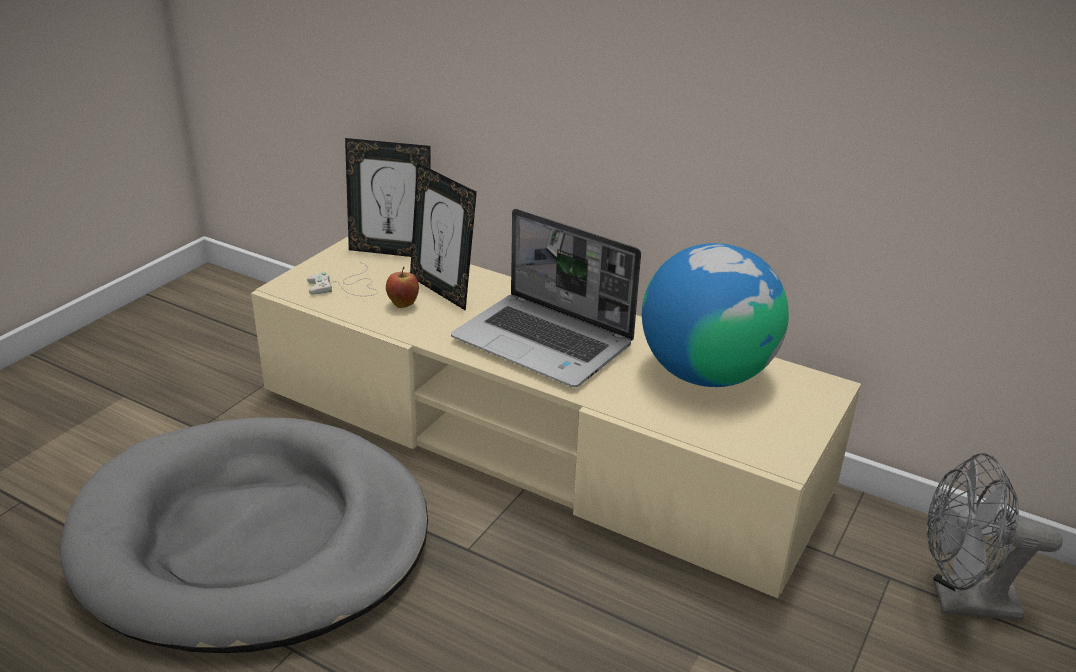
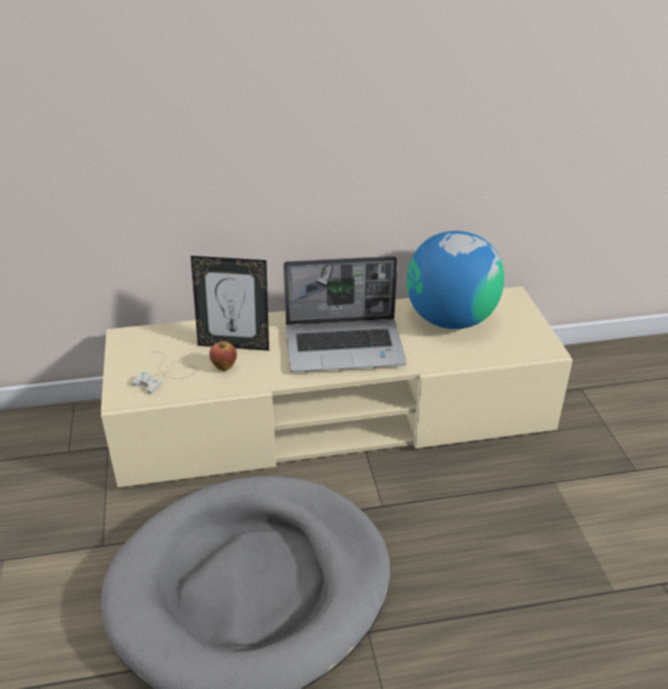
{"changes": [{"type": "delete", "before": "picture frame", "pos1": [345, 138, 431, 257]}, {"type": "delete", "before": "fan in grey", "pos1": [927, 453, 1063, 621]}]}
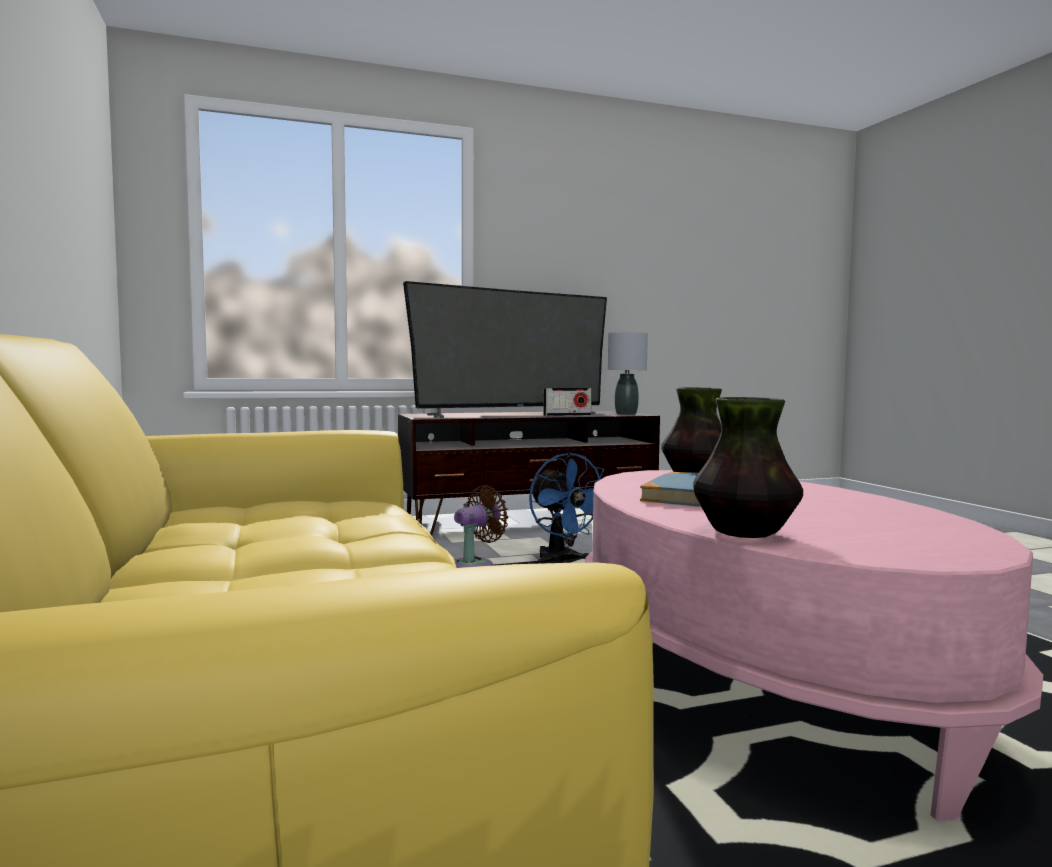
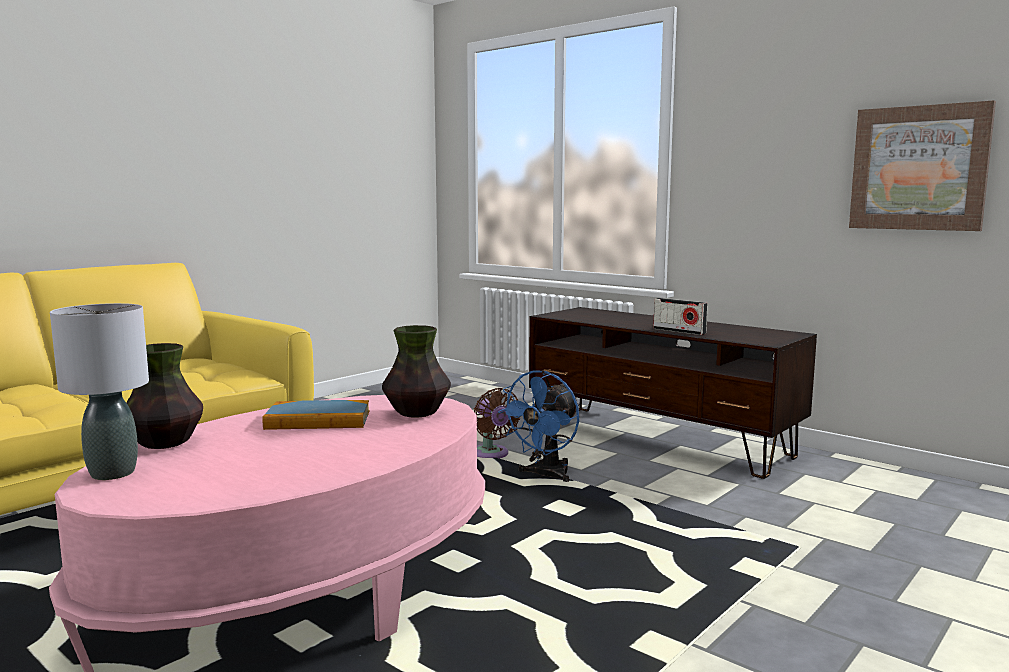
{"changes": [{"type": "delete", "before": "television", "pos1": [403, 281, 607, 418]}, {"type": "move", "before": "table lamp in grey", "pos1": [608, 332, 648, 415], "pos2": [50, 303, 149, 480]}, {"type": "rotate", "before": "fan in brown", "pos1": [454, 485, 509, 568], "pos2": [474, 388, 520, 459], "turn": 45}, {"type": "insert", "after": "picture", "pos2": [849, 100, 996, 231]}]}
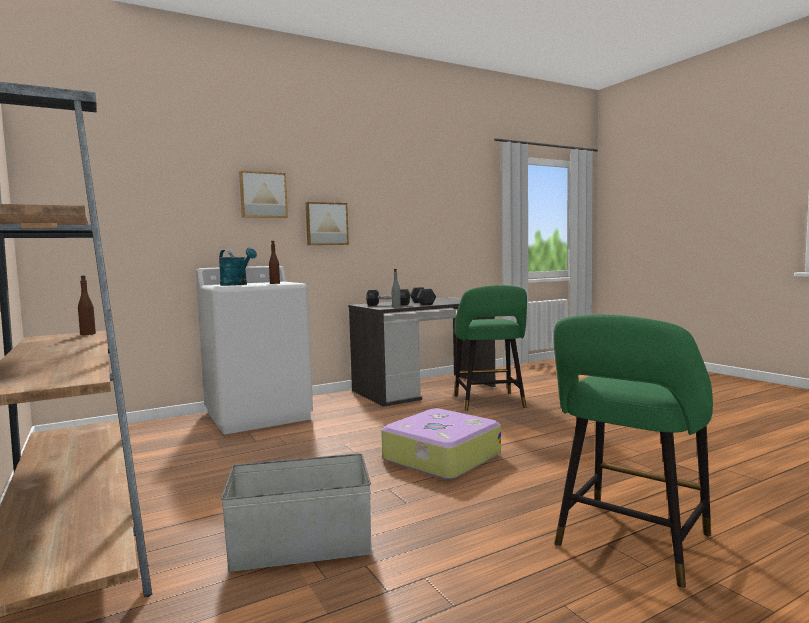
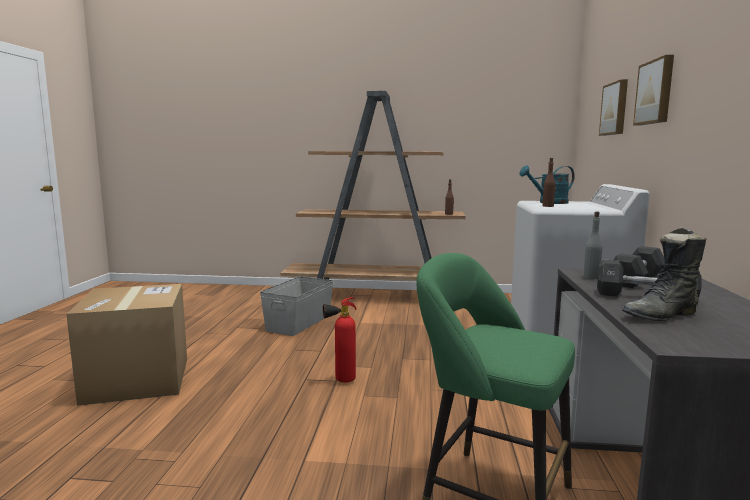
{"changes": [{"type": "move", "before": "picture", "pos1": [305, 202, 349, 245], "pos2": [599, 79, 628, 136]}, {"type": "replace", "before": "stool in green", "after": "cardboard box", "pos1": [553, 315, 713, 589], "pos2": [66, 284, 187, 406]}, {"type": "replace", "before": "suitcase", "after": "fire extinguisher", "pos1": [381, 408, 501, 480], "pos2": [323, 297, 356, 383]}, {"type": "insert", "after": "boot in black", "pos2": [622, 227, 707, 321]}]}
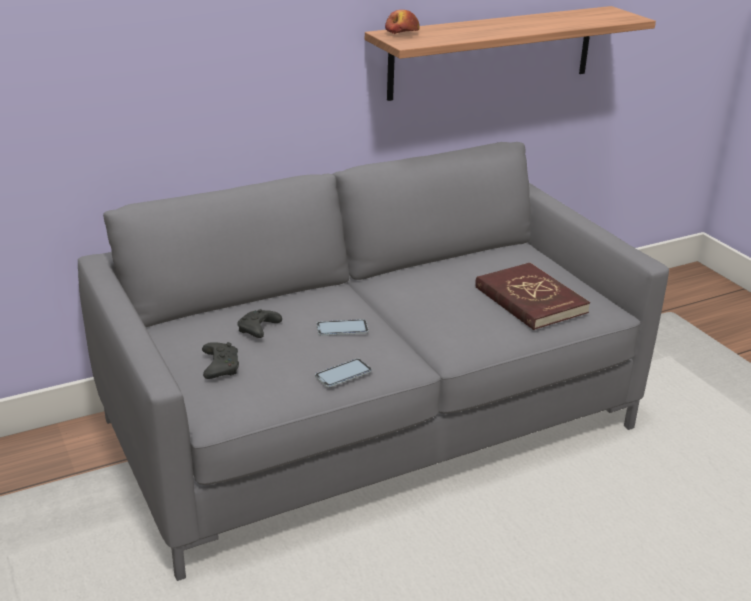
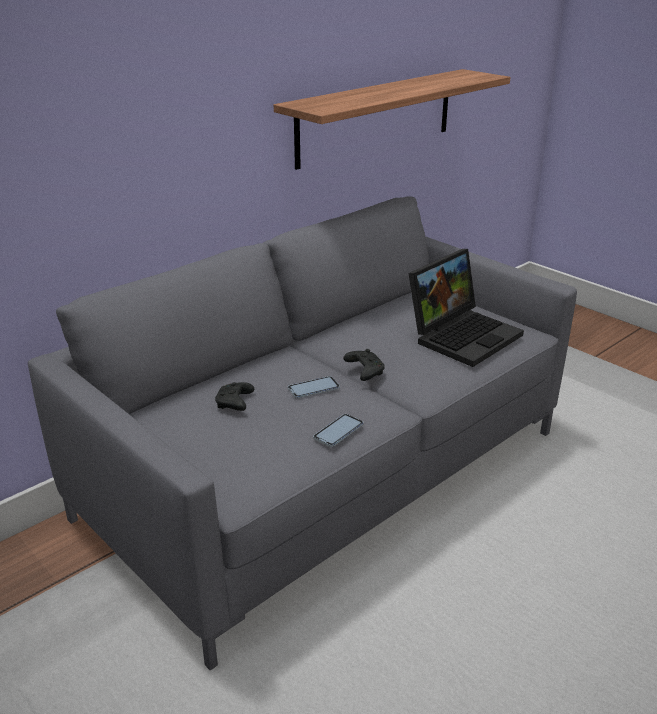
{"changes": [{"type": "delete", "before": "apple", "pos1": [385, 10, 420, 34]}, {"type": "replace", "before": "book in red", "after": "laptop", "pos1": [475, 263, 590, 330], "pos2": [408, 249, 524, 367]}, {"type": "move", "before": "game controller in black", "pos1": [202, 342, 239, 379], "pos2": [343, 349, 385, 381]}]}
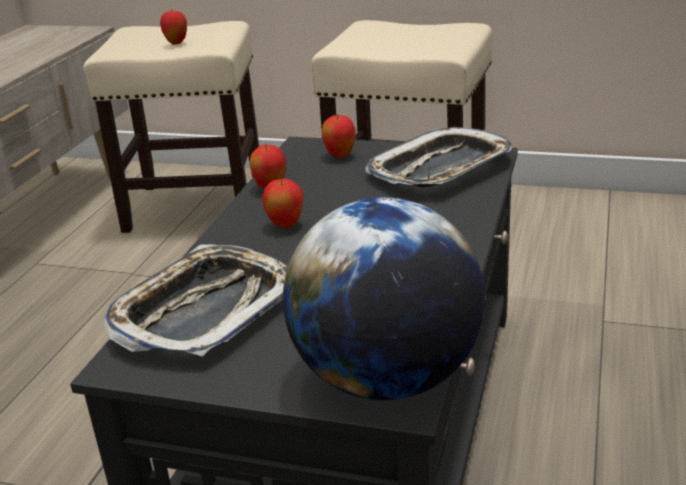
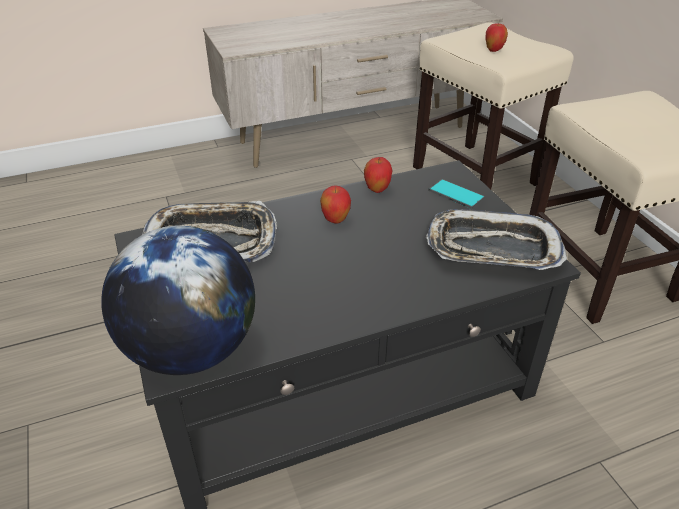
{"changes": [{"type": "replace", "before": "apple", "after": "phone", "pos1": [321, 114, 356, 158], "pos2": [428, 179, 485, 209]}]}
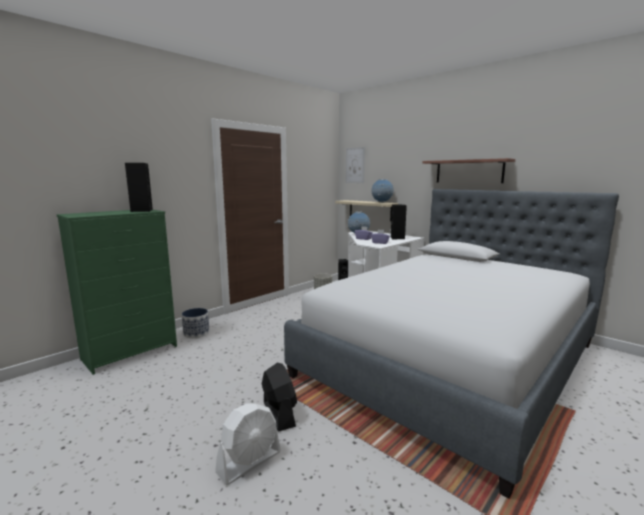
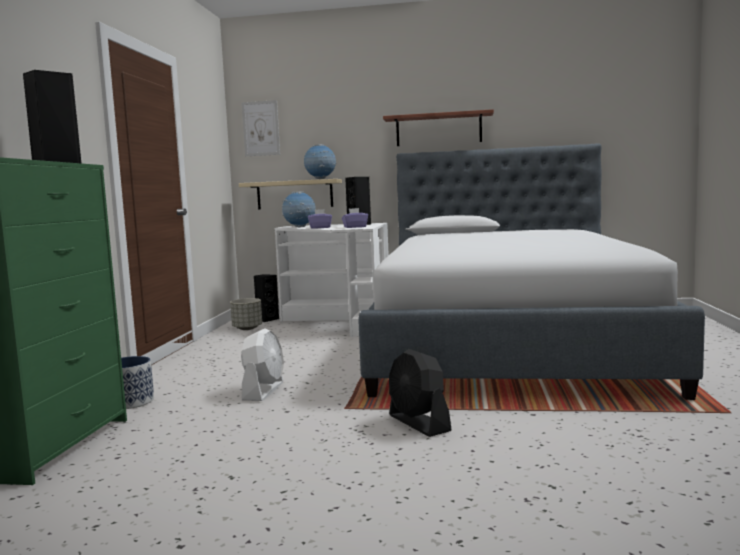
{"changes": [{"type": "rotate", "before": "fan in black", "pos1": [262, 363, 297, 432], "pos2": [389, 349, 452, 437], "turn": -150}, {"type": "move", "before": "fan in white", "pos1": [215, 403, 281, 485], "pos2": [241, 328, 284, 401]}]}
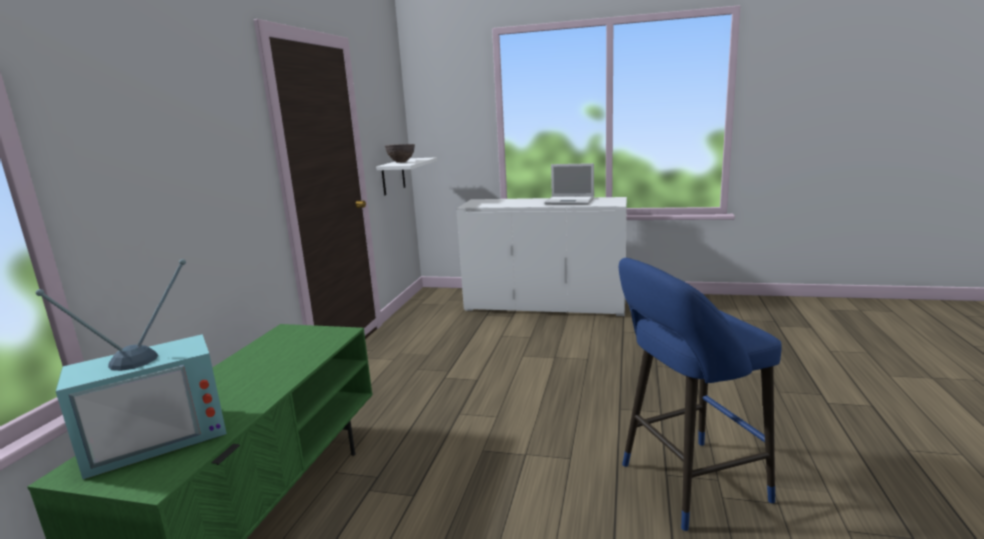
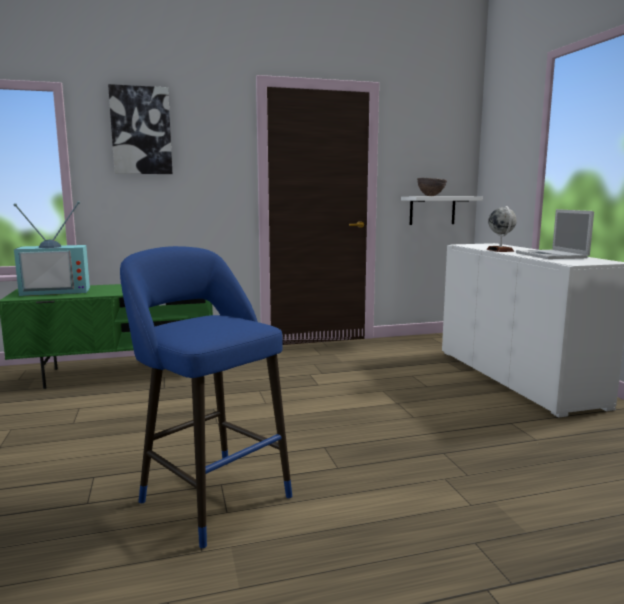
{"changes": [{"type": "rotate", "before": "television", "pos1": [35, 259, 227, 479], "pos2": [14, 201, 90, 296], "turn": -45}, {"type": "insert", "after": "picture", "pos2": [108, 84, 172, 174]}, {"type": "insert", "after": "globe", "pos2": [487, 206, 517, 252]}]}
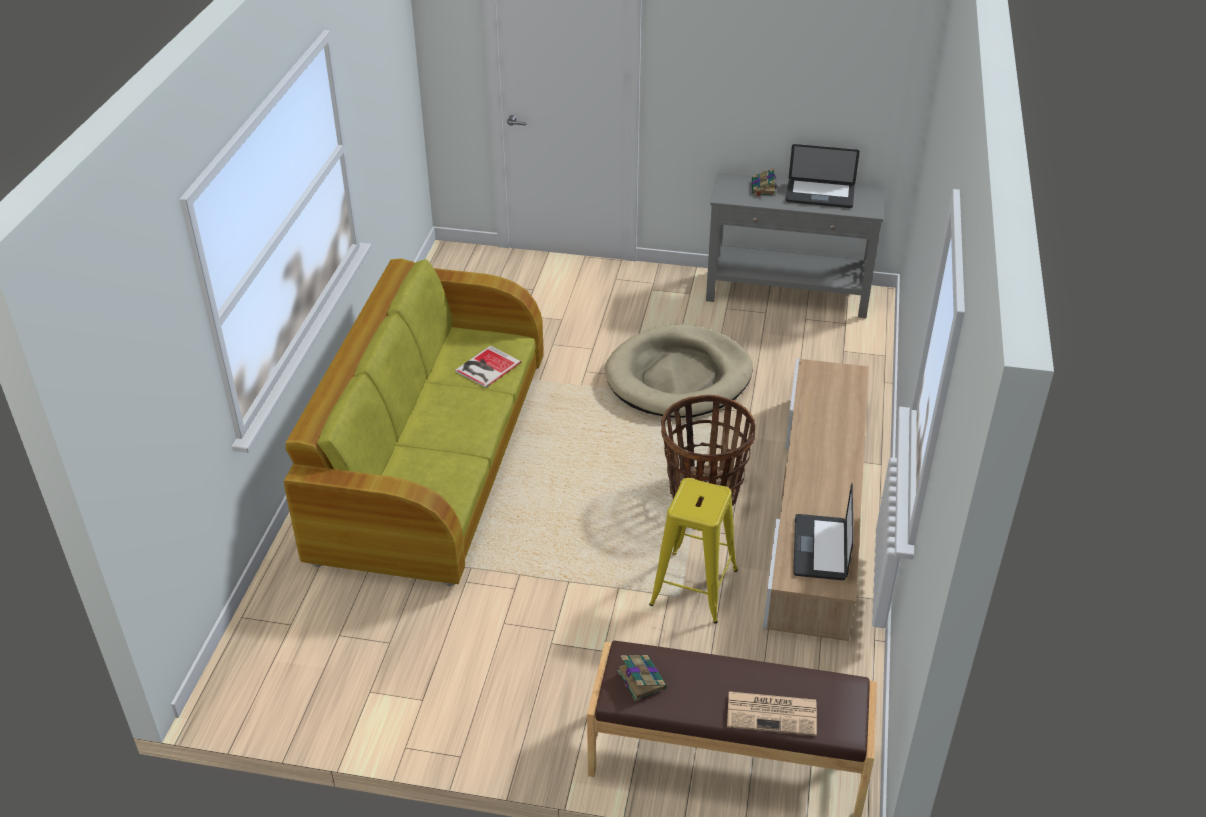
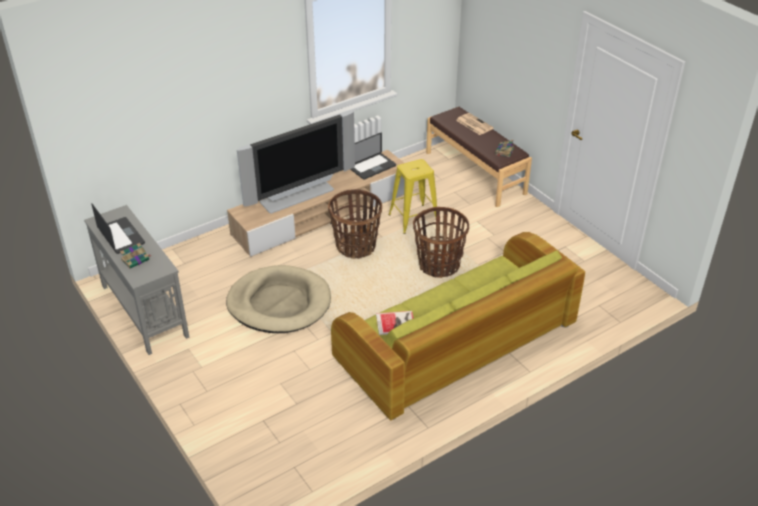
{"changes": [{"type": "insert", "after": "television", "pos2": [237, 111, 355, 214]}, {"type": "insert", "after": "basket", "pos2": [413, 207, 469, 278]}]}
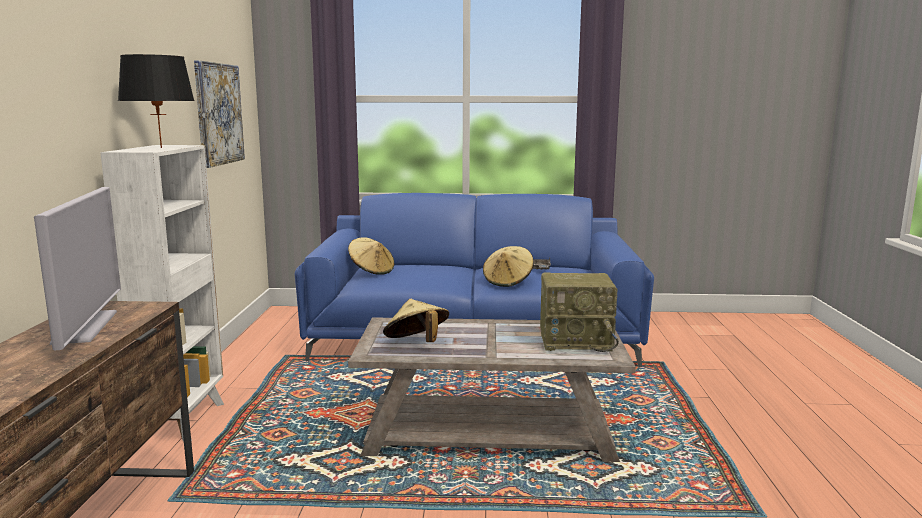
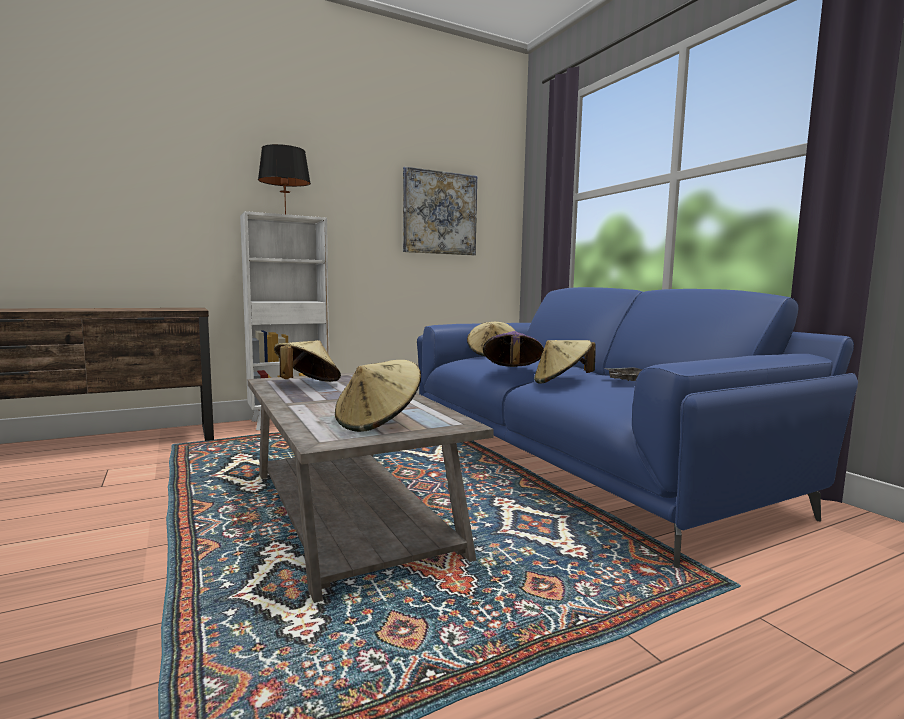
{"changes": [{"type": "delete", "before": "television", "pos1": [34, 187, 121, 350]}, {"type": "replace", "before": "radio", "after": "hat in beige", "pos1": [540, 273, 619, 352], "pos2": [335, 360, 421, 432]}, {"type": "insert", "after": "hat in purple", "pos2": [483, 331, 544, 367]}]}
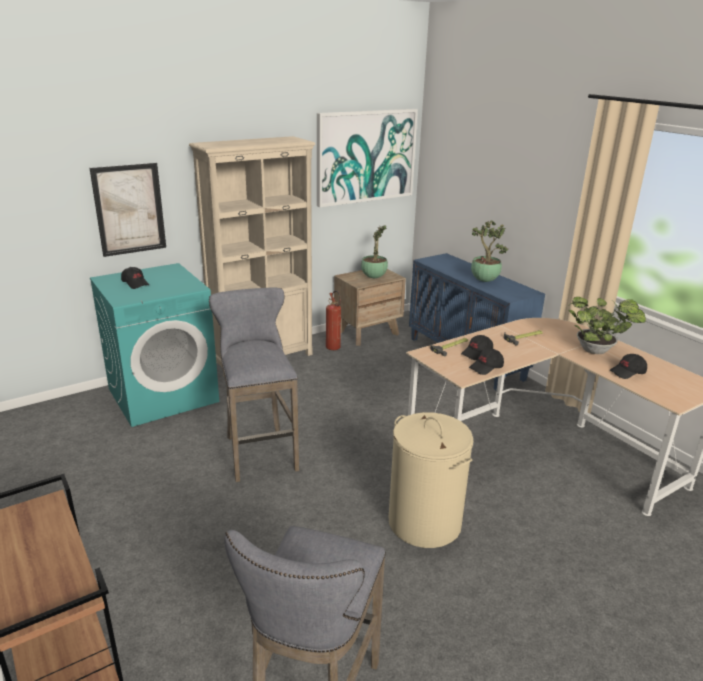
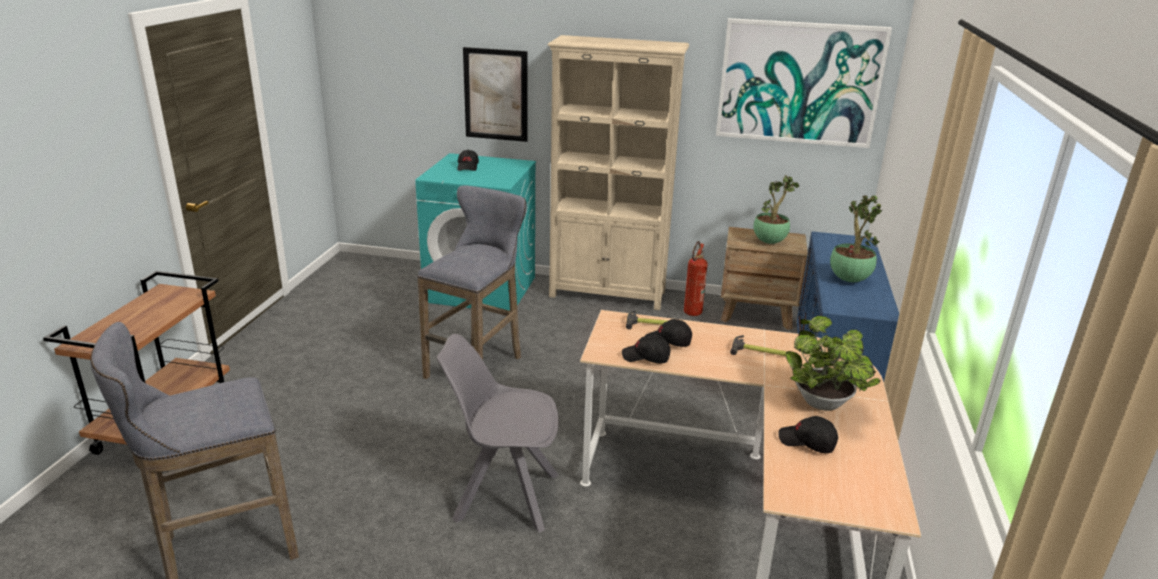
{"changes": [{"type": "replace", "before": "laundry basket in beige", "after": "chair in grey", "pos1": [389, 412, 473, 548], "pos2": [437, 334, 559, 533]}]}
